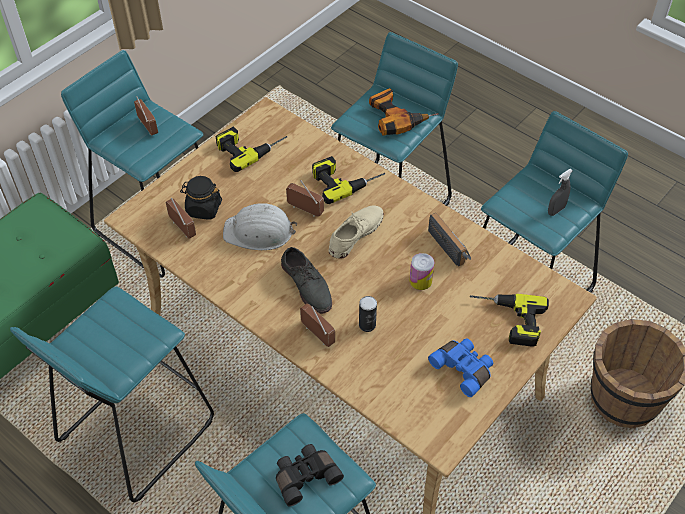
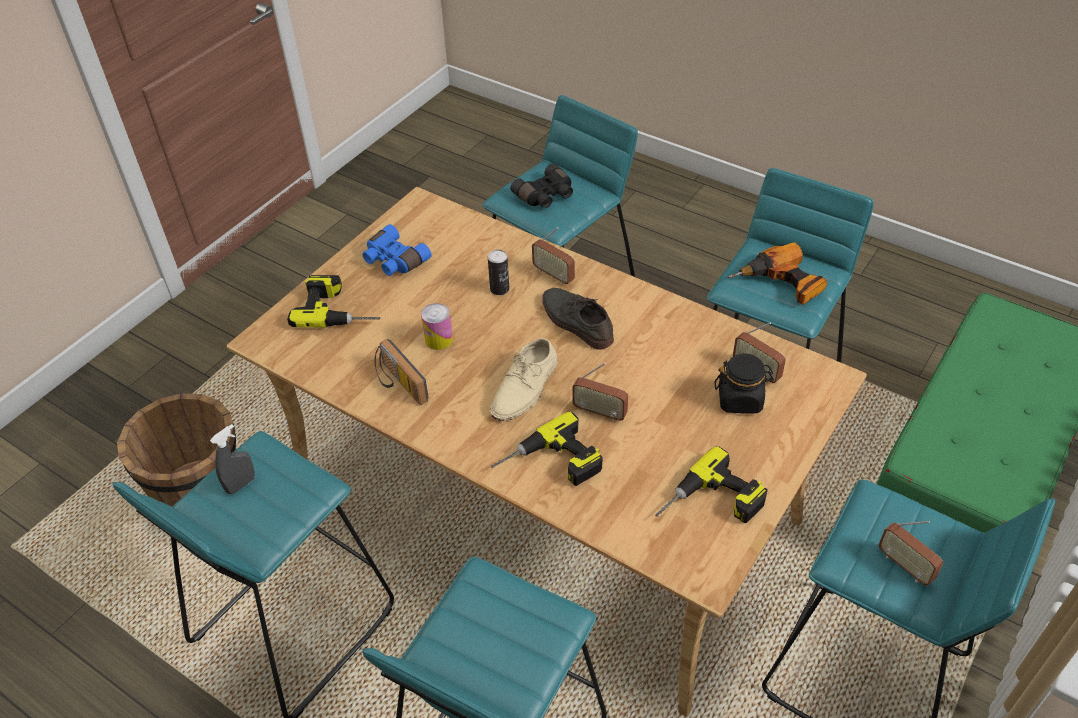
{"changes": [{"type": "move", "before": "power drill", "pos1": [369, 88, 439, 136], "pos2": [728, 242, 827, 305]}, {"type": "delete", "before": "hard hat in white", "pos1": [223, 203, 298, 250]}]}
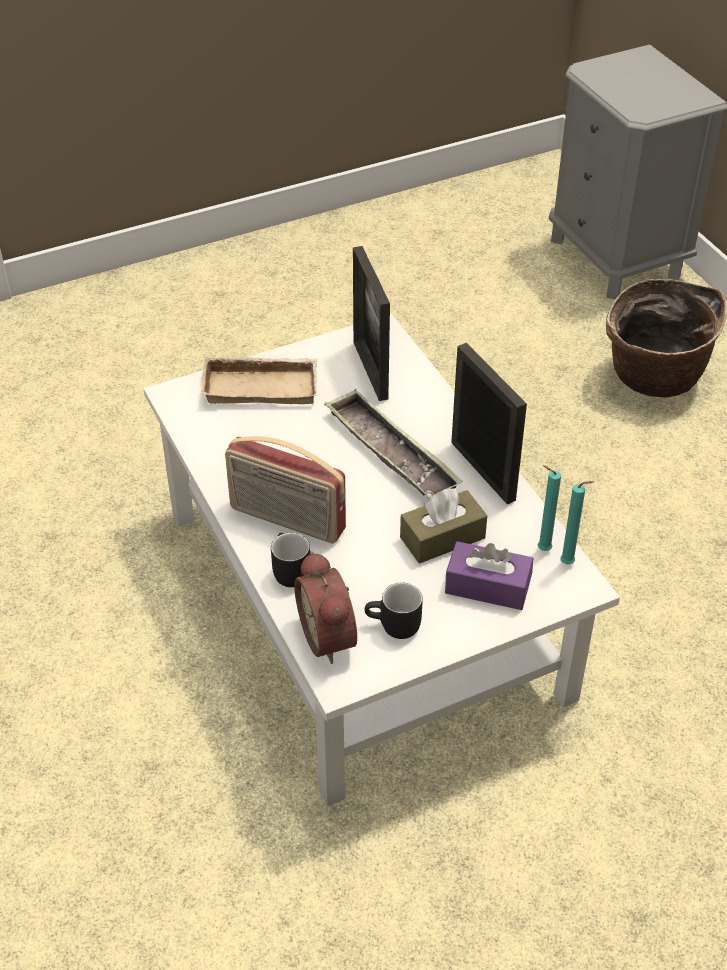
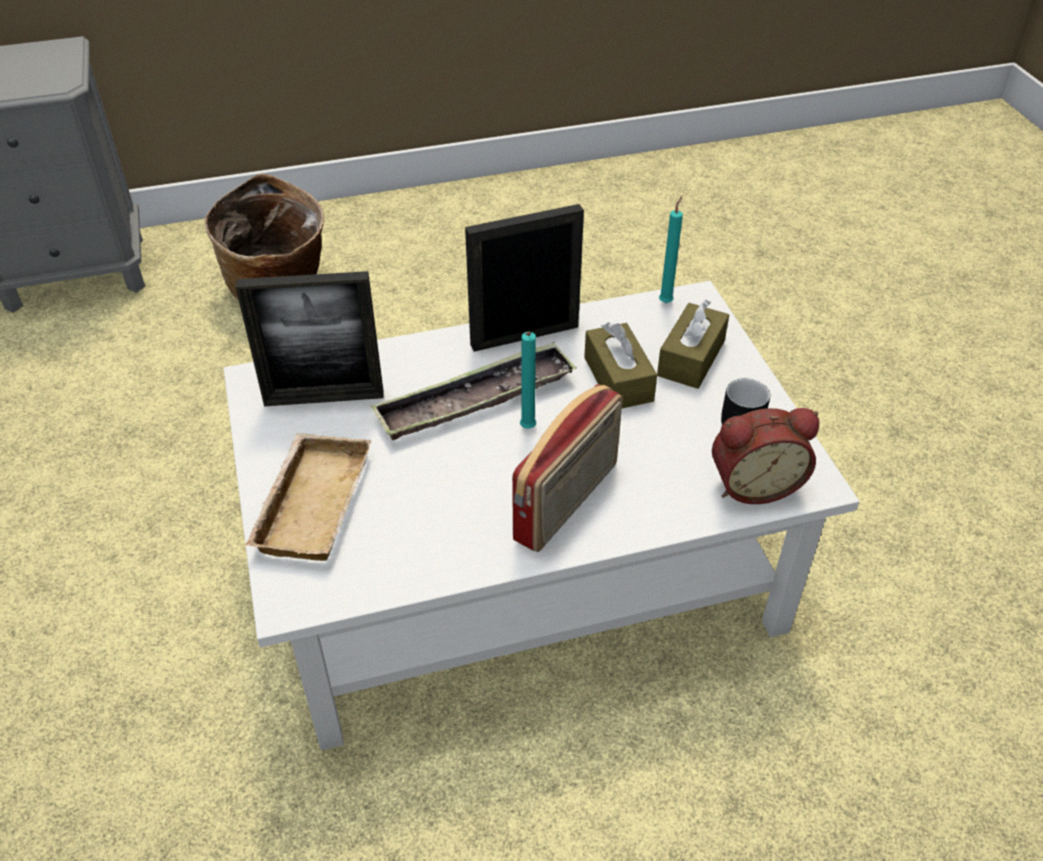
{"changes": [{"type": "move", "before": "candle in turquoise", "pos1": [538, 465, 561, 551], "pos2": [520, 332, 536, 429]}, {"type": "delete", "before": "mug in black", "pos1": [271, 533, 310, 587]}, {"type": "recolor", "before": "tissue box in purple", "after": "tissue box in brown", "pos1": [445, 541, 533, 610], "pos2": [657, 300, 729, 389]}]}
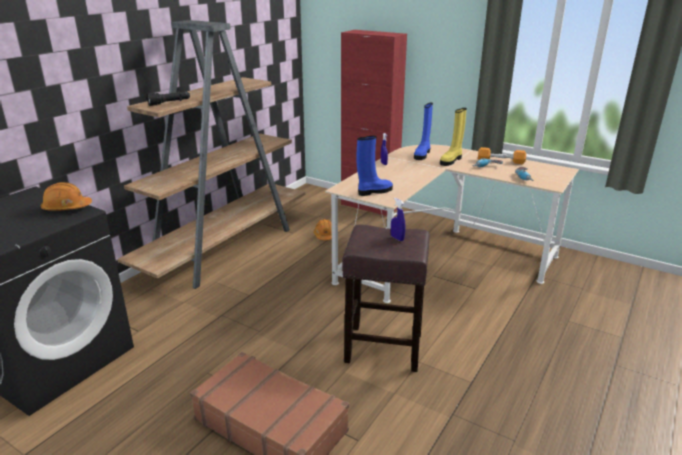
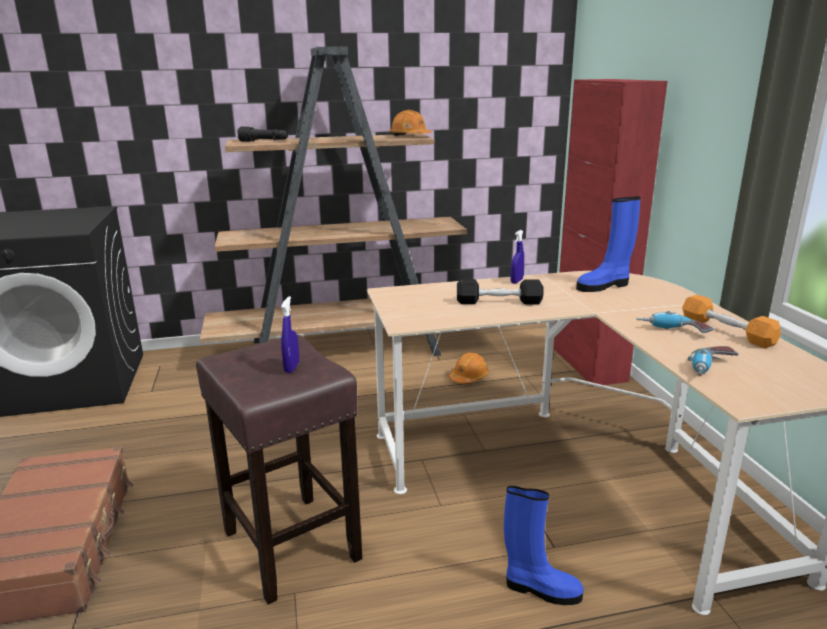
{"changes": [{"type": "delete", "before": "boot in yellow", "pos1": [440, 108, 467, 166]}, {"type": "move", "before": "boot in blue", "pos1": [356, 136, 393, 196], "pos2": [504, 486, 583, 605]}, {"type": "move", "before": "hard hat in orange", "pos1": [41, 182, 92, 211], "pos2": [389, 110, 432, 136]}, {"type": "insert", "after": "dumbbell in black", "pos2": [457, 279, 543, 304]}]}
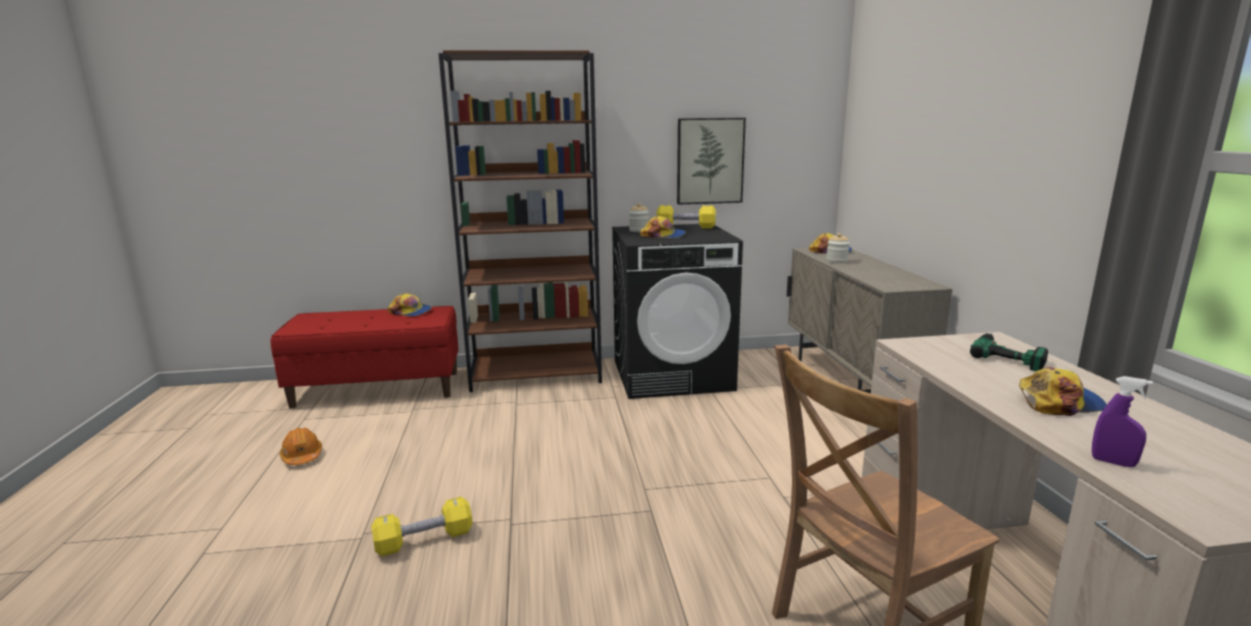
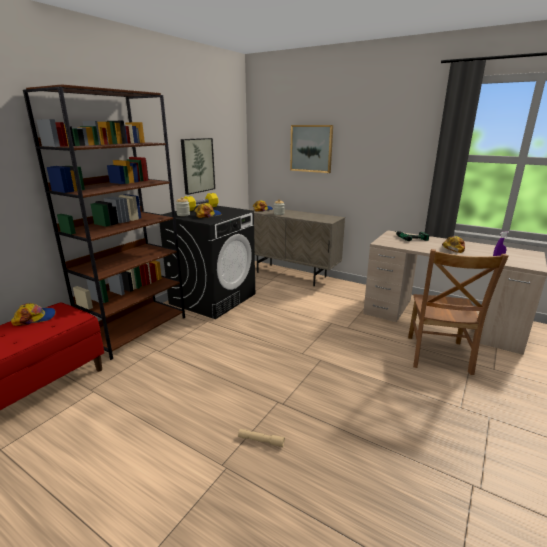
{"changes": [{"type": "delete", "before": "hard hat in orange", "pos1": [280, 428, 322, 465]}, {"type": "replace", "before": "dumbbell in yellow", "after": "flashlight in beige", "pos1": [371, 497, 473, 557], "pos2": [238, 429, 285, 447]}, {"type": "insert", "after": "picture", "pos2": [290, 125, 333, 173]}]}
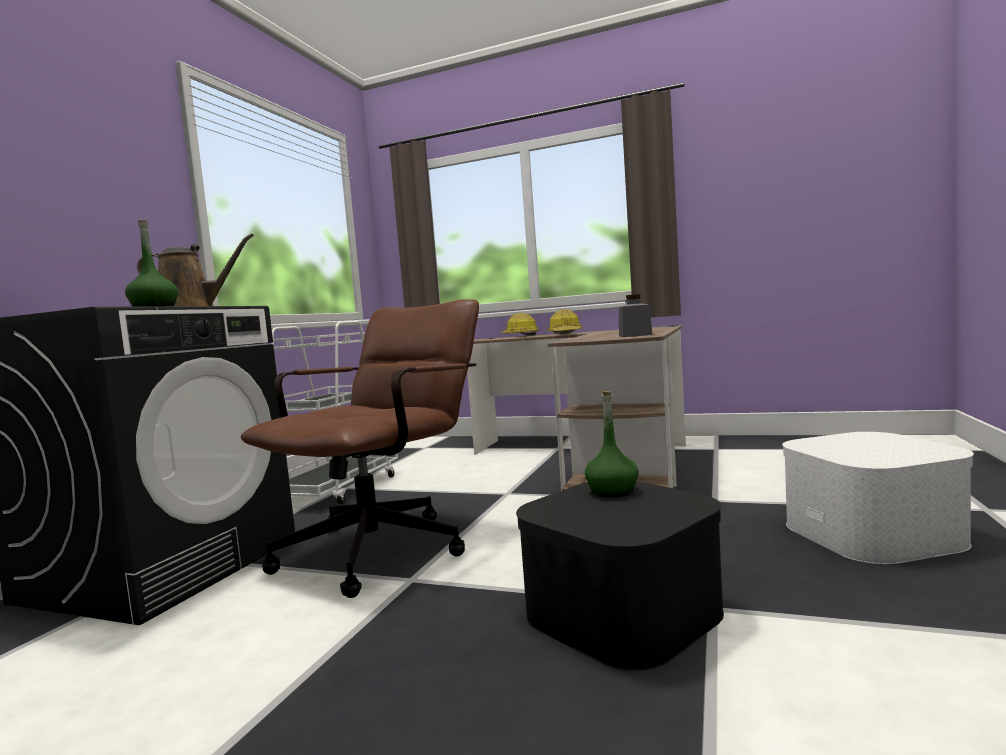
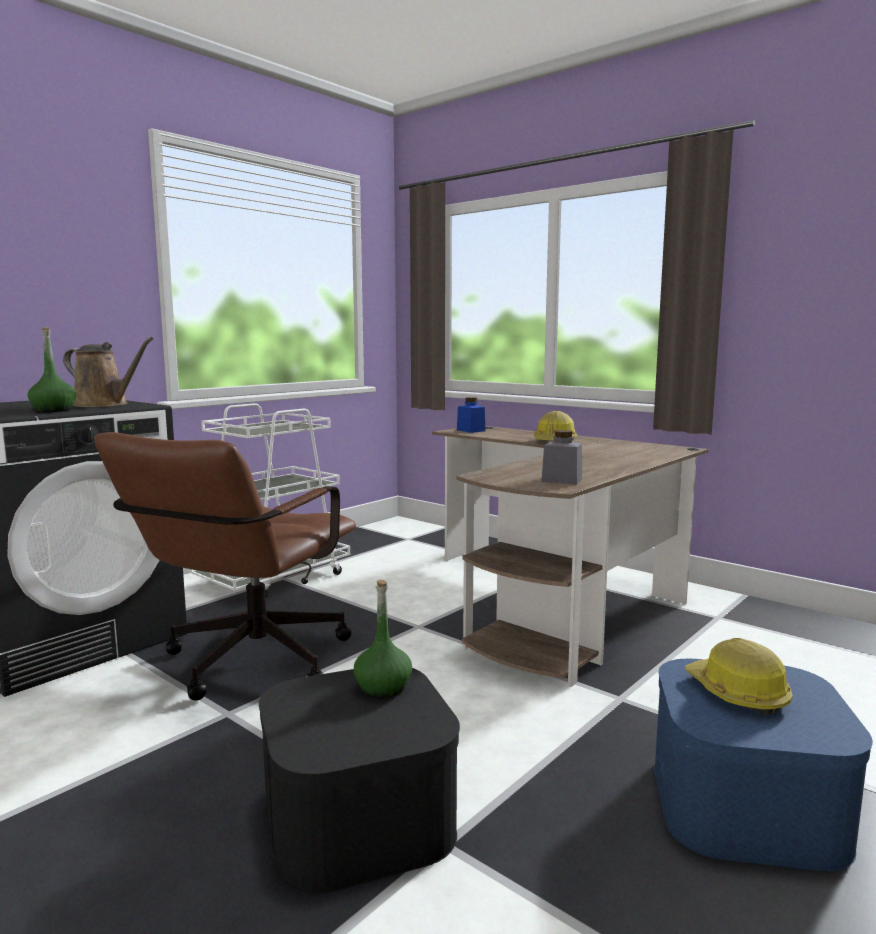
{"changes": [{"type": "rotate", "before": "office chair in brown", "pos1": [241, 299, 479, 598], "pos2": [94, 432, 356, 701], "turn": 150}, {"type": "move", "before": "hard hat", "pos1": [500, 313, 539, 336], "pos2": [685, 638, 793, 715]}, {"type": "recolor", "before": "storage box in white", "after": "storage box in blue", "pos1": [782, 432, 974, 564], "pos2": [654, 659, 873, 871]}, {"type": "insert", "after": "jar in blue", "pos2": [457, 397, 486, 433]}]}
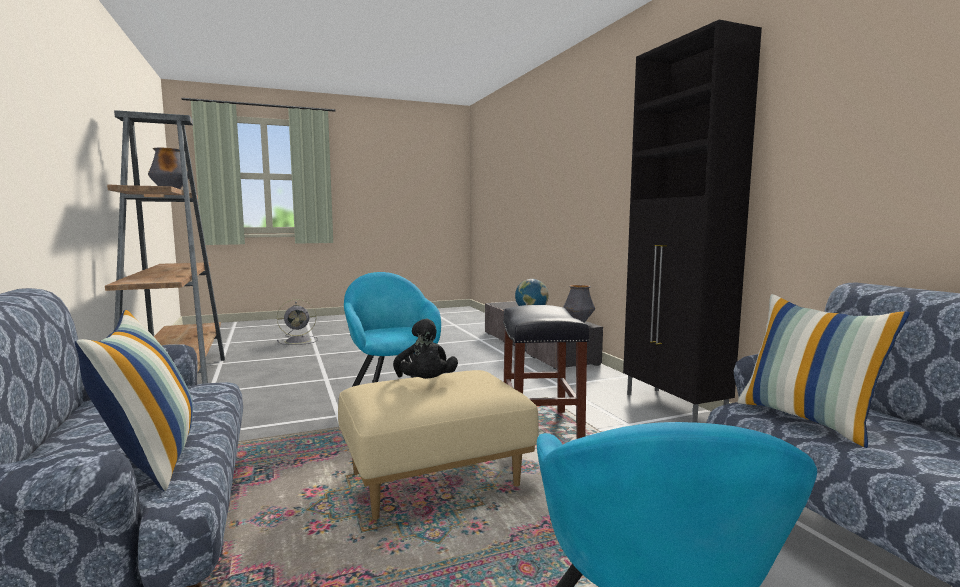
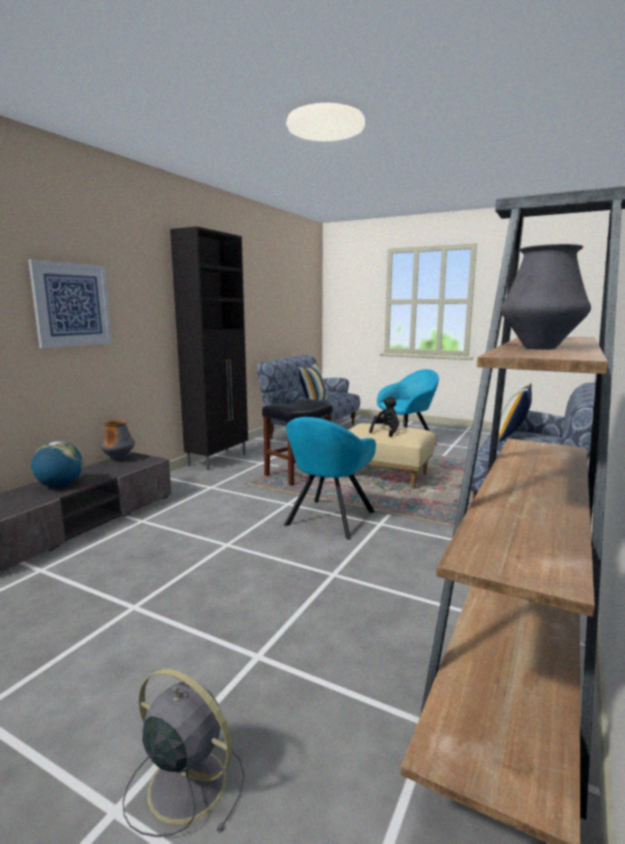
{"changes": [{"type": "insert", "after": "picture", "pos2": [28, 259, 112, 348]}]}
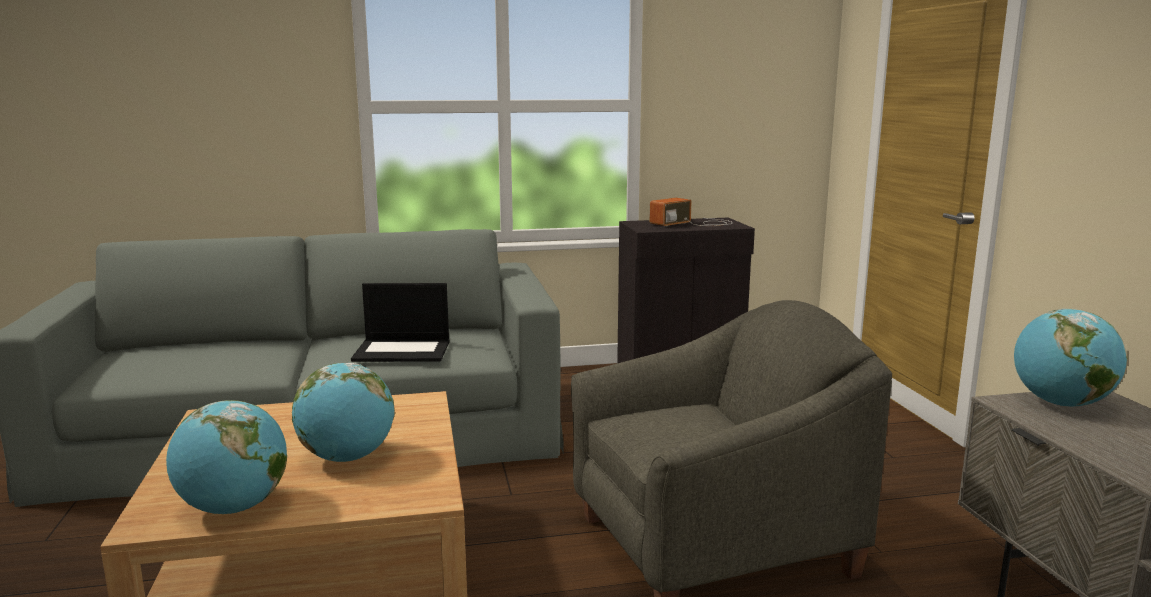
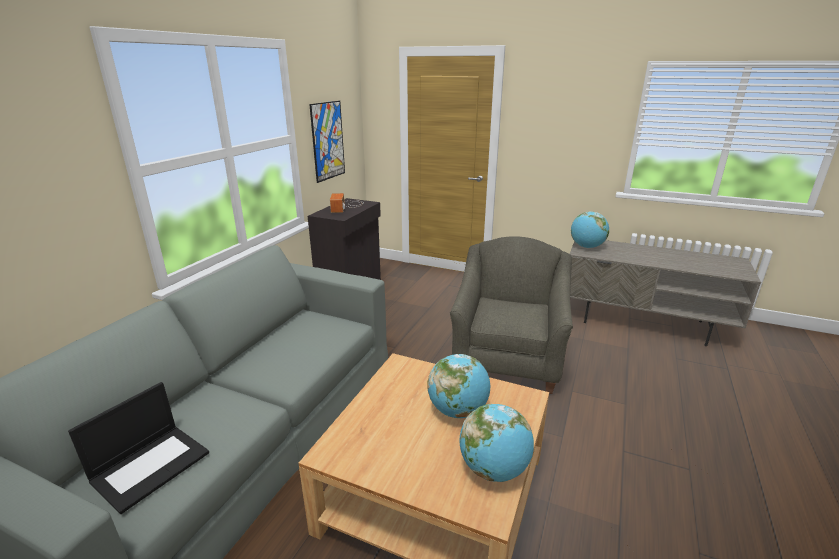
{"changes": [{"type": "move", "before": "laptop", "pos1": [351, 283, 449, 362], "pos2": [68, 382, 209, 514]}, {"type": "insert", "after": "picture", "pos2": [309, 101, 345, 183]}]}
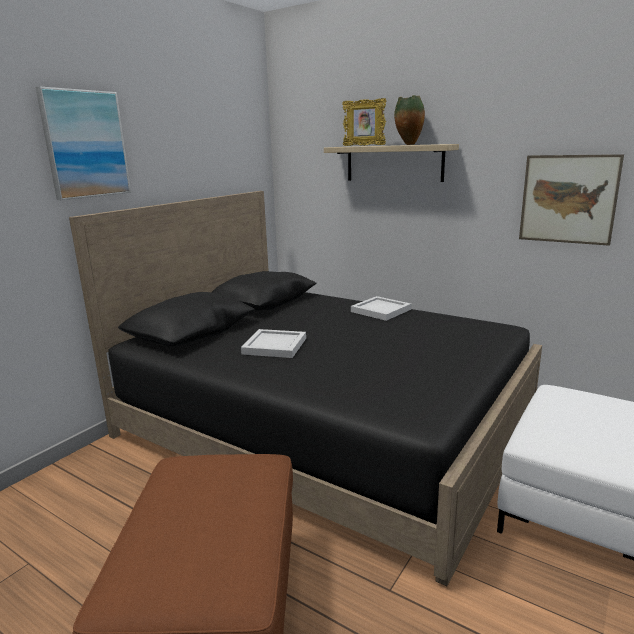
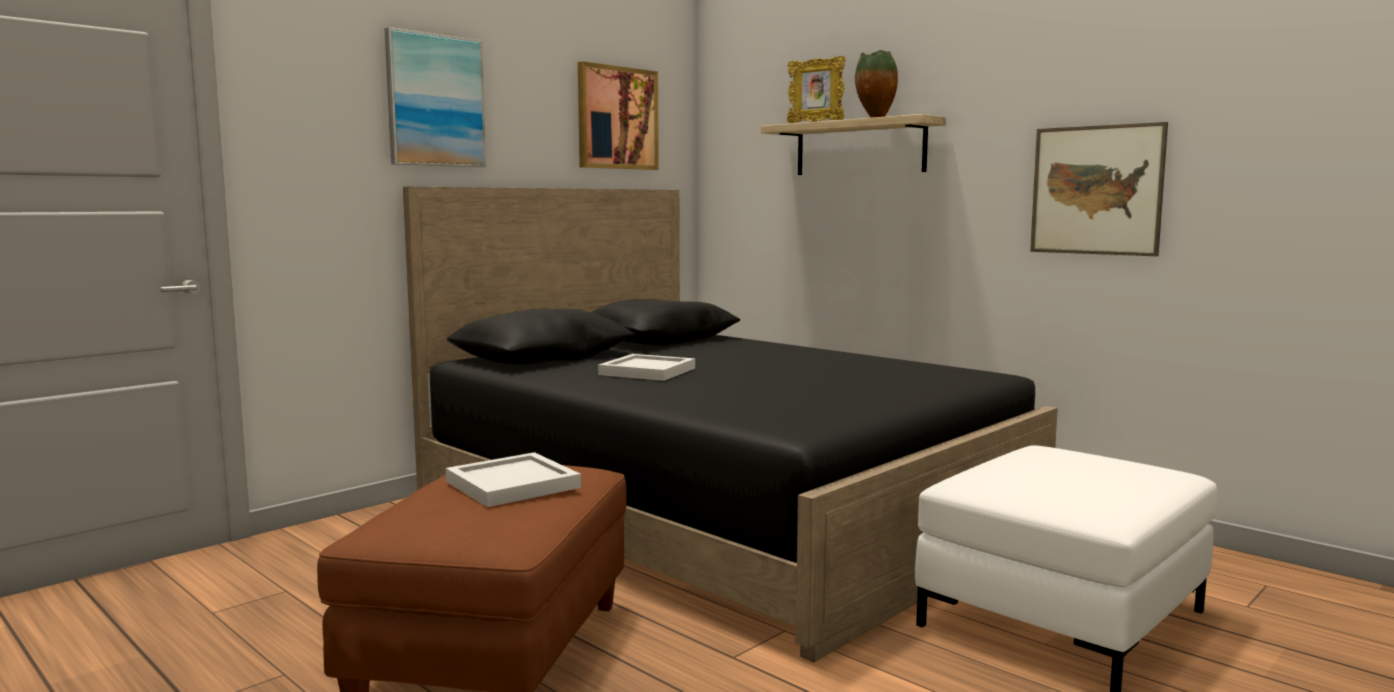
{"changes": [{"type": "move", "before": "tray in white", "pos1": [351, 296, 411, 321], "pos2": [446, 452, 581, 507]}, {"type": "insert", "after": "picture", "pos2": [578, 61, 659, 170]}]}
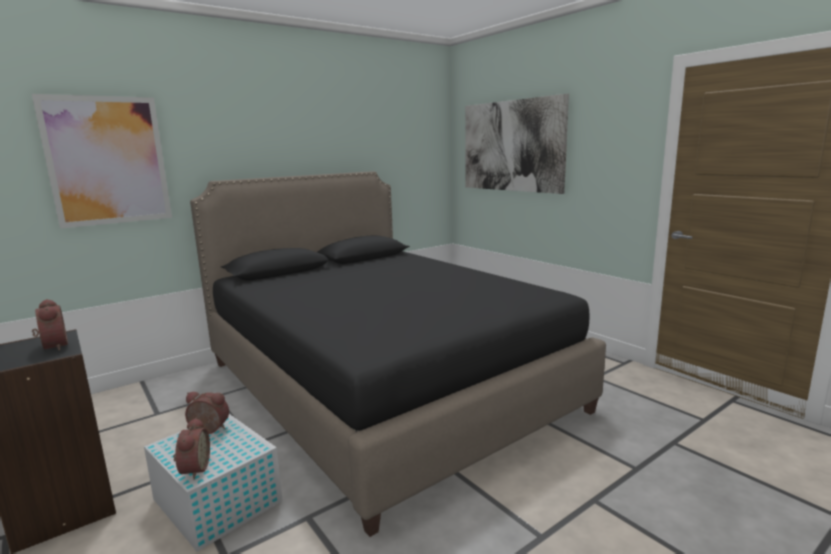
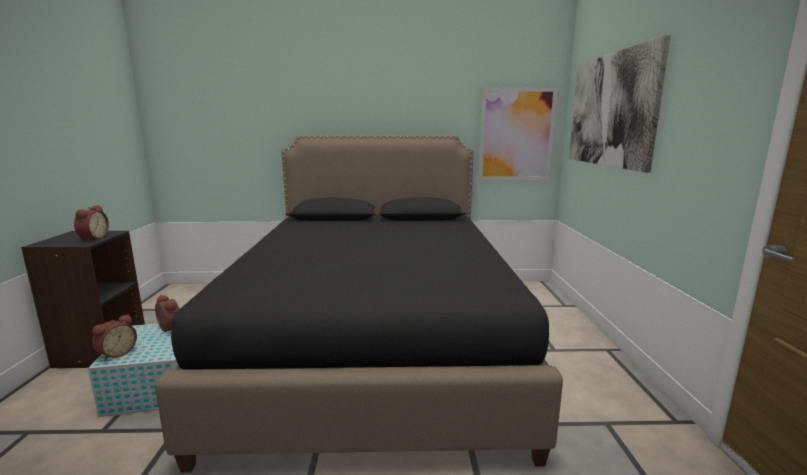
{"changes": [{"type": "move", "before": "picture", "pos1": [32, 94, 172, 228], "pos2": [478, 87, 558, 180]}]}
